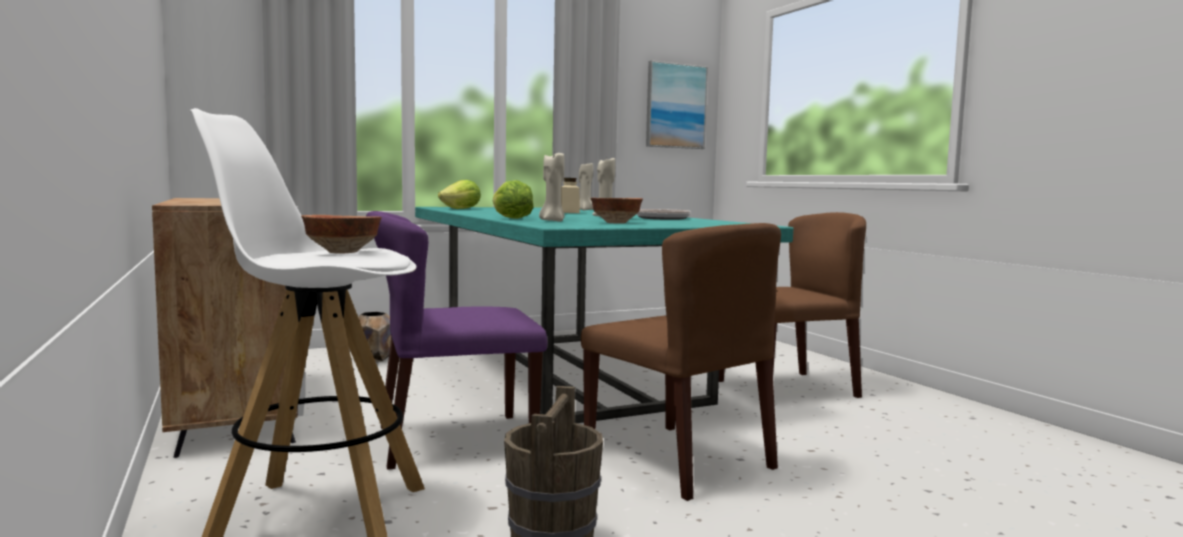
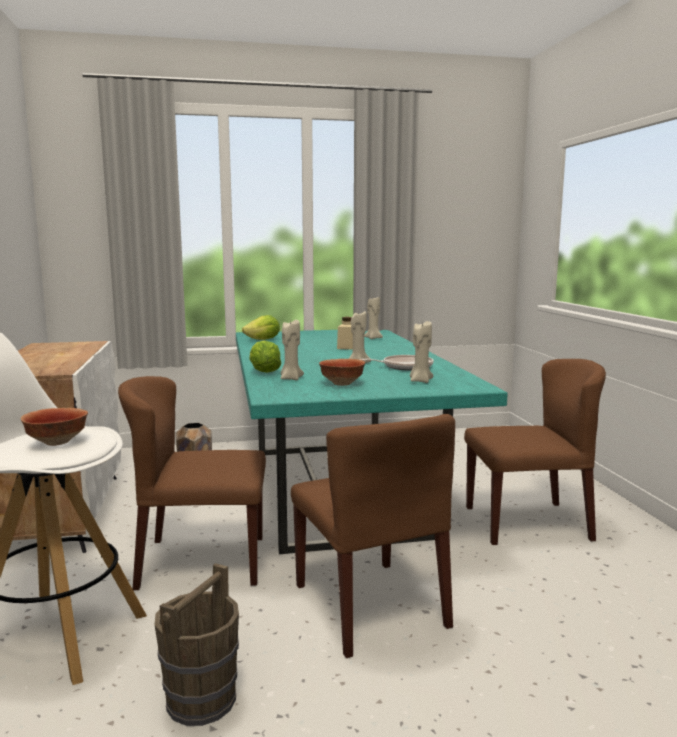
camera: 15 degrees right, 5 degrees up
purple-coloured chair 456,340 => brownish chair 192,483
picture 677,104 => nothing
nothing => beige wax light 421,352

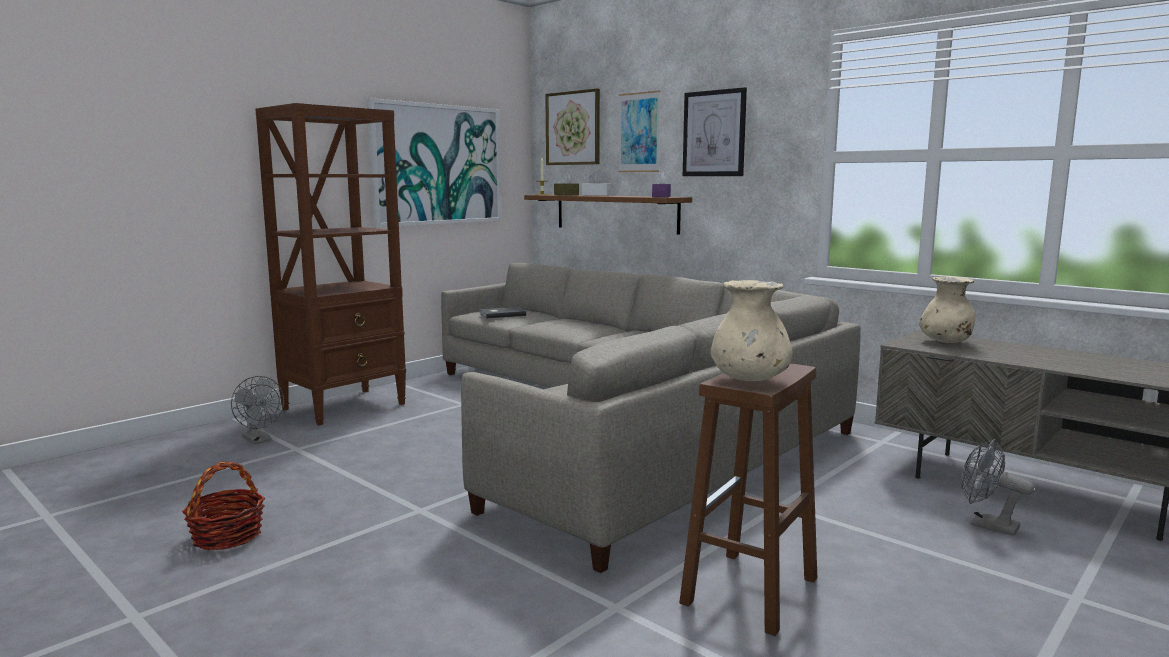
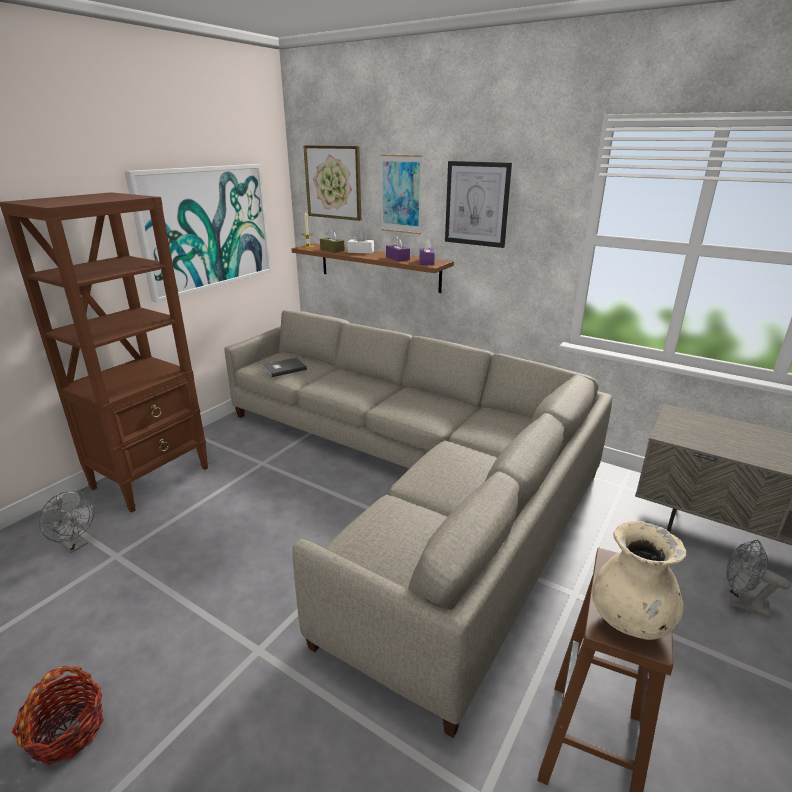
camera: 10 degrees left, 15 degrees up
beige flower vase 947,310 => nothing
nothing => purple-coloured tissue holder 398,248

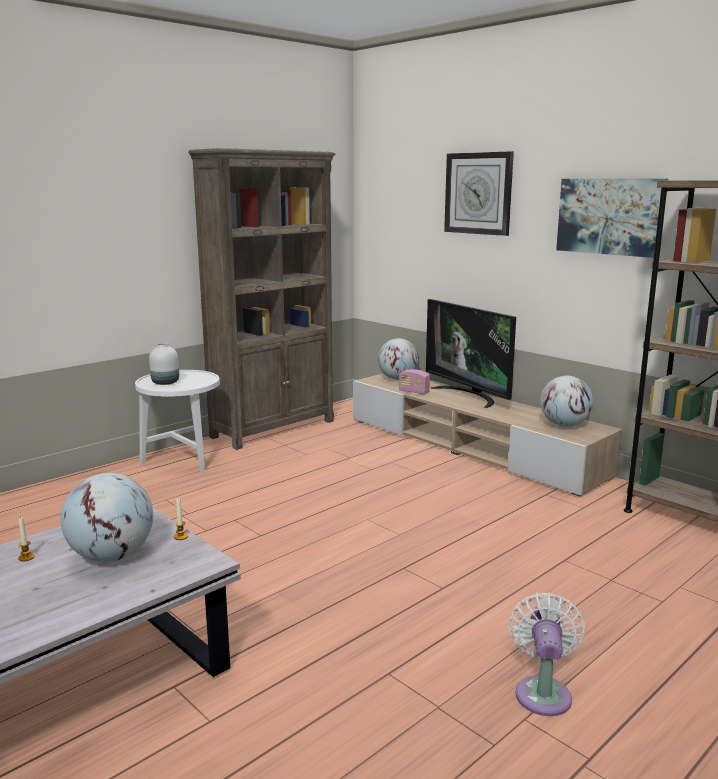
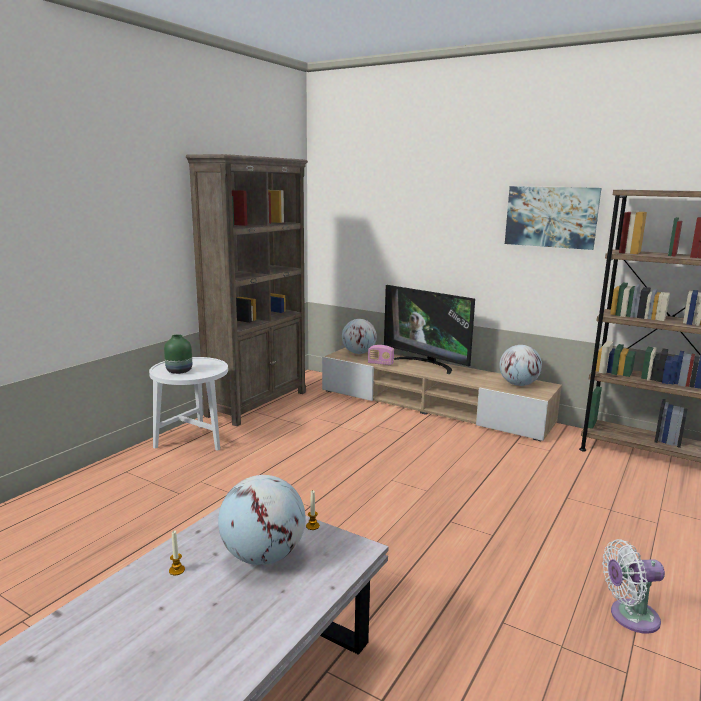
camera: 15 degrees left, 0 degrees up
white flower vase 164,364 => green-coloured flower vase 178,354
wall clock 479,193 => nothing
white cooling fan 546,654 => white cooling fan 633,586, 90 degrees counterclockwise

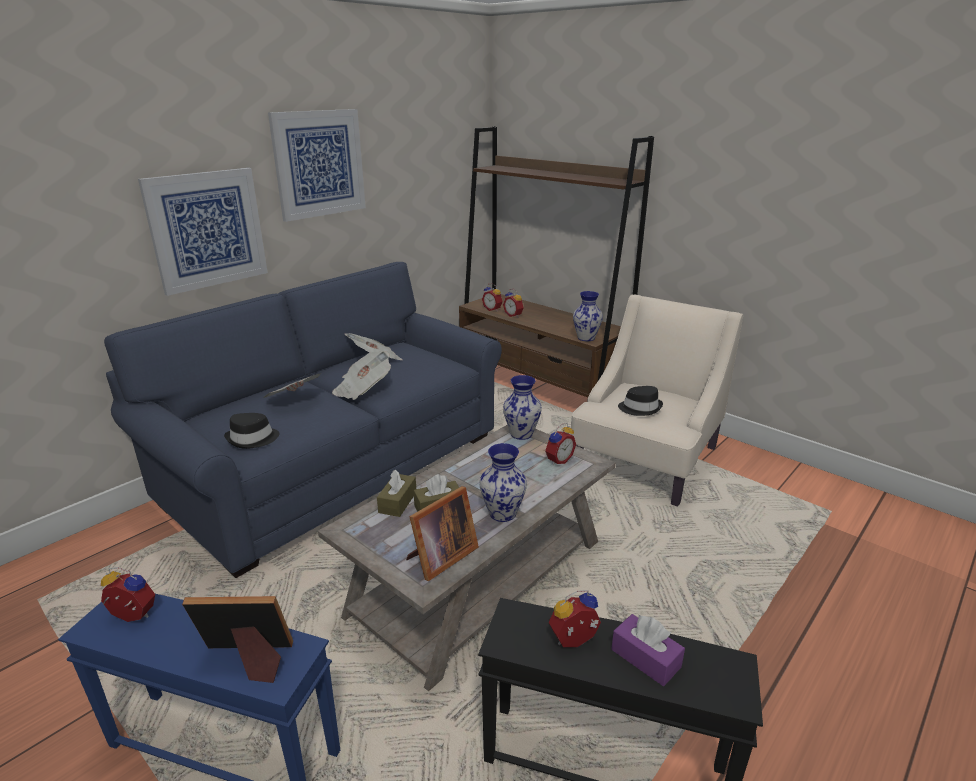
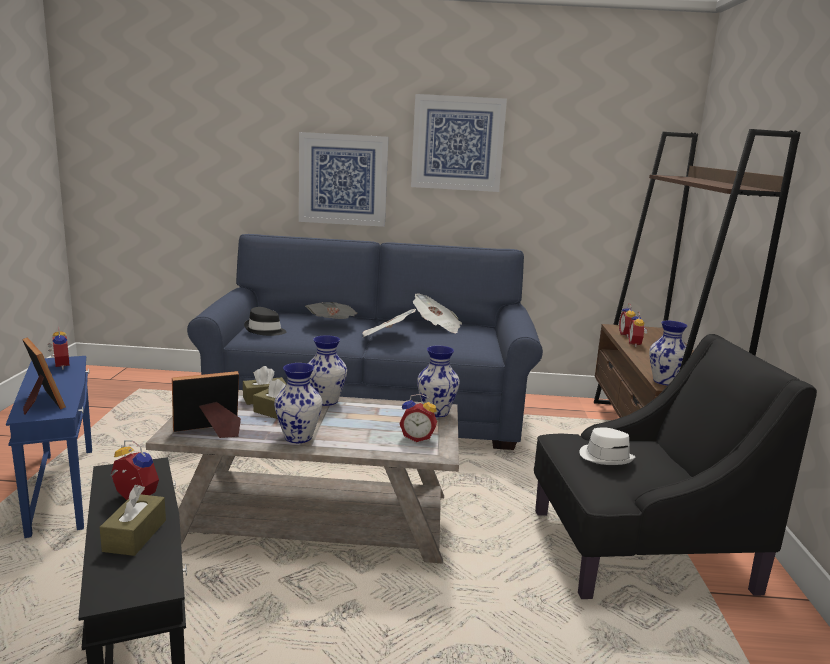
camera: 50 degrees right, 10 degrees down
picture frame 442,533 => picture frame 206,404, 150 degrees clockwise
beige armchair 656,401 => black-coloured armchair 675,466
purple-coloured tissue holder 648,650 => brownish tissue holder 133,520
black-coloured hat 640,401 => white hat 607,446
nothing => flower vase 327,370

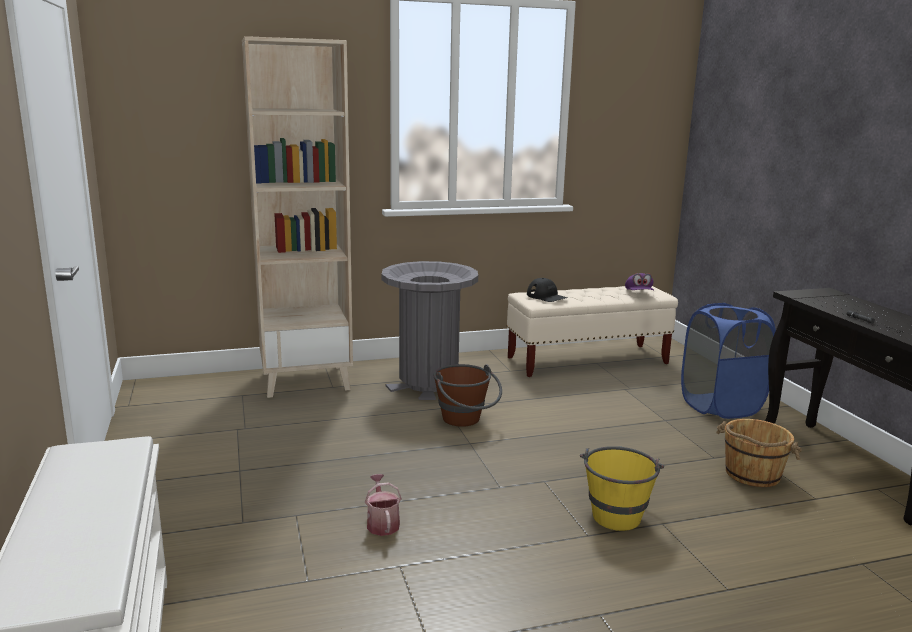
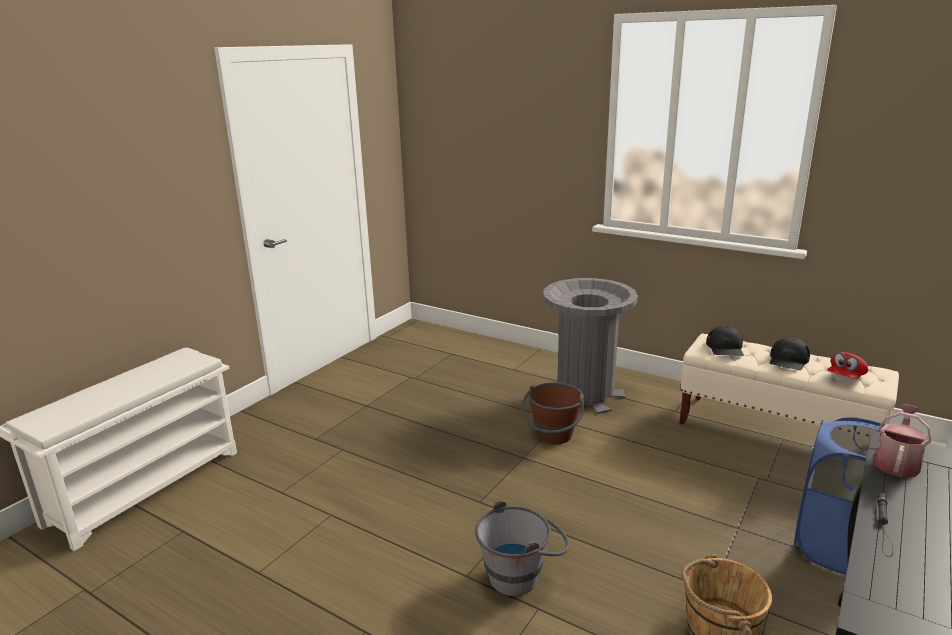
camera: 50 degrees right, 5 degrees up
beige shelving unit 297,217 => nothing
sprinkling can 383,505 => sprinkling can 902,441, move
yellow-coloured pail 622,488 => greyish pail 522,548
purple-coloured peaked cap 639,281 => reddish peaked cap 848,365
nothing => black-coloured peaked cap 790,353

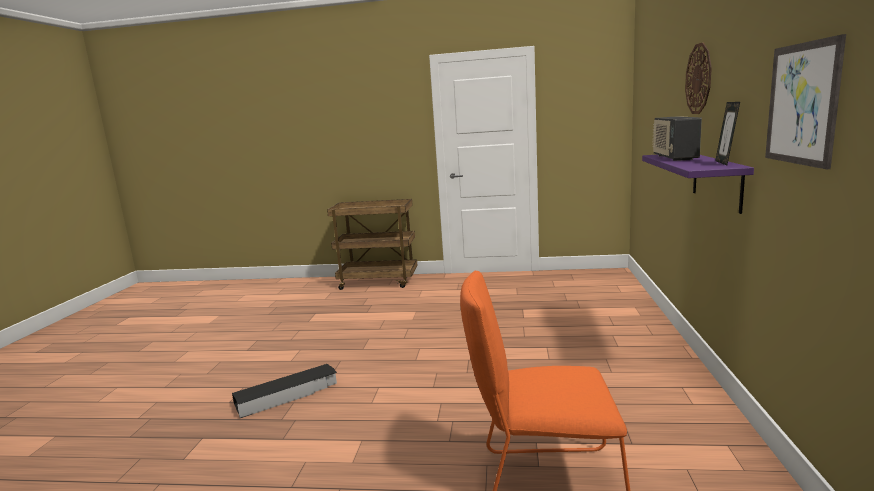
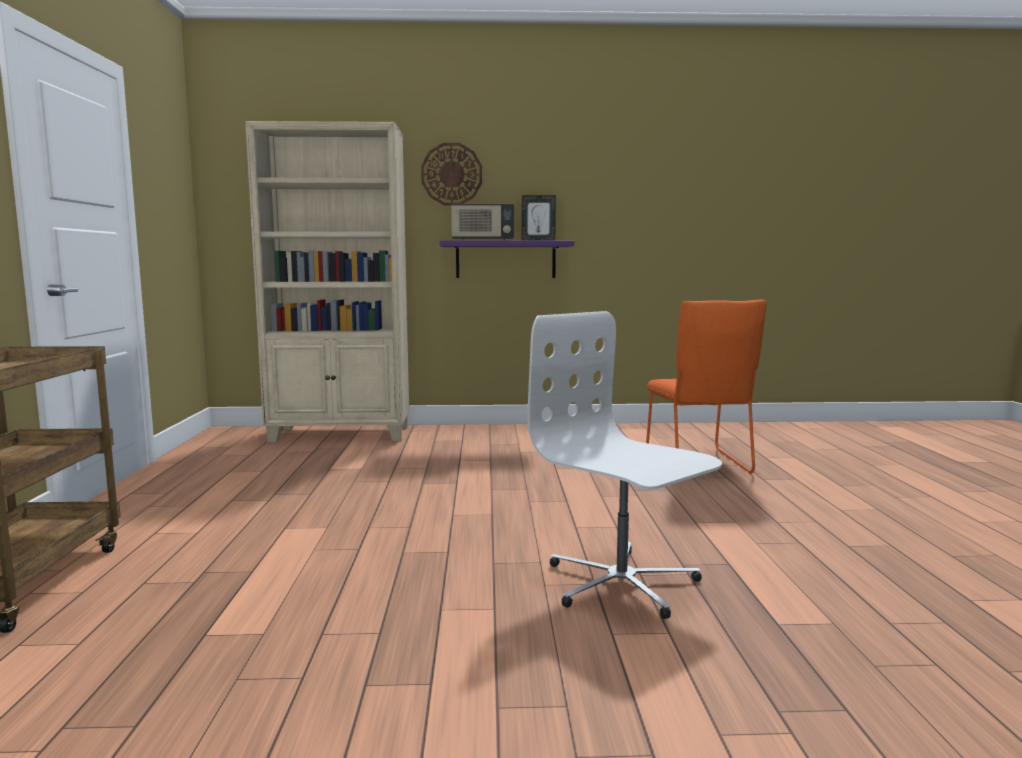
camera: 100 degrees left, 5 degrees down
black-coloured storage box 284,391 => white computer chair 625,465
picture 805,101 => nothing
nothing => beige shelving unit 327,282

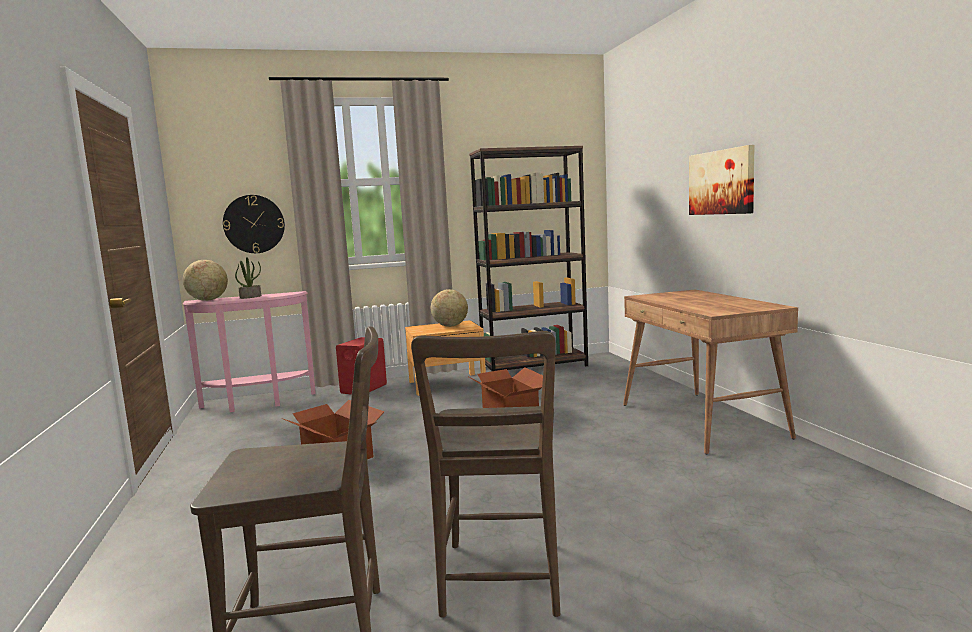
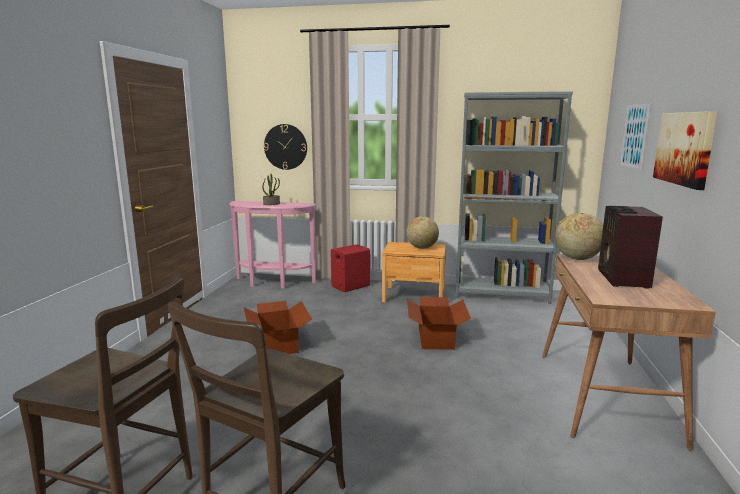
camera: 25 degrees right, 5 degrees up
desk globe 205,280 => desk globe 579,236, move
brownish shelving unit 528,258 => greyish shelving unit 514,197
nothing => radio receiver 630,247
nothing => picture 635,137

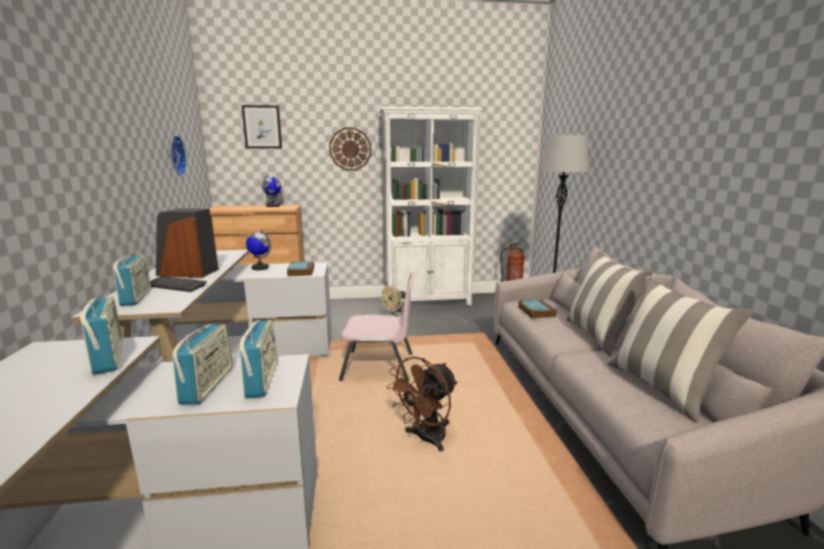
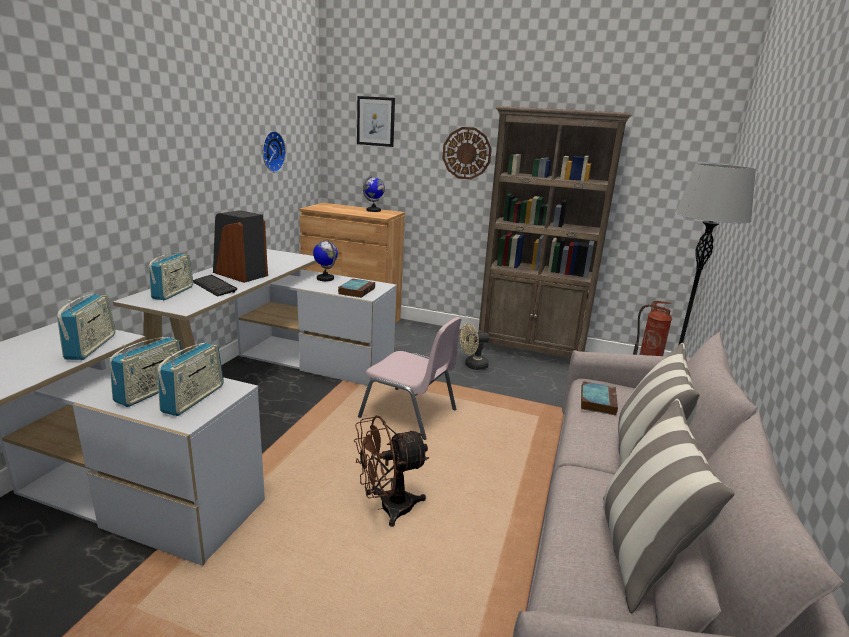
camera: 25 degrees right, 5 degrees up
white shelving unit 431,207 => brownish shelving unit 554,232

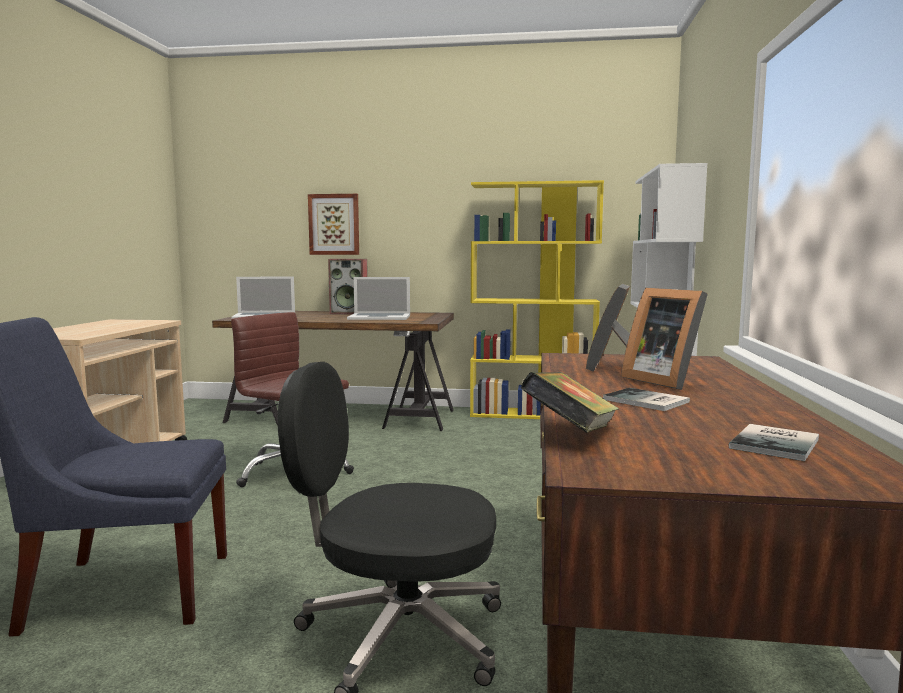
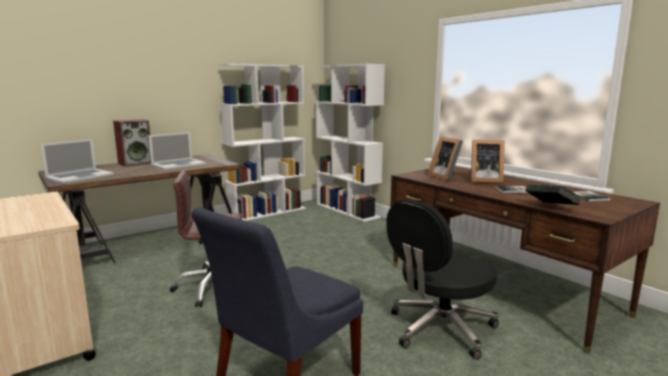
camera: 45 degrees left, 5 degrees up
picture 333,224 => nothing
yellow-coloured shelving unit 537,299 => white shelving unit 262,142

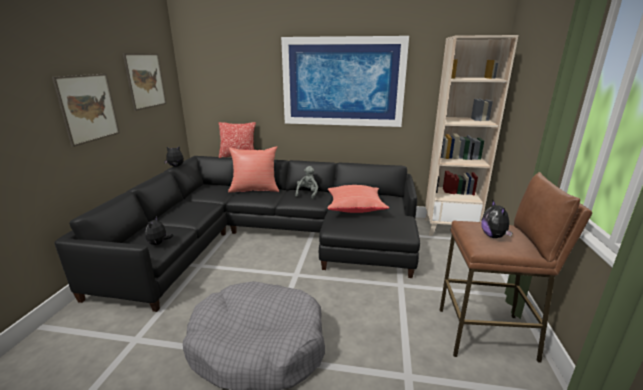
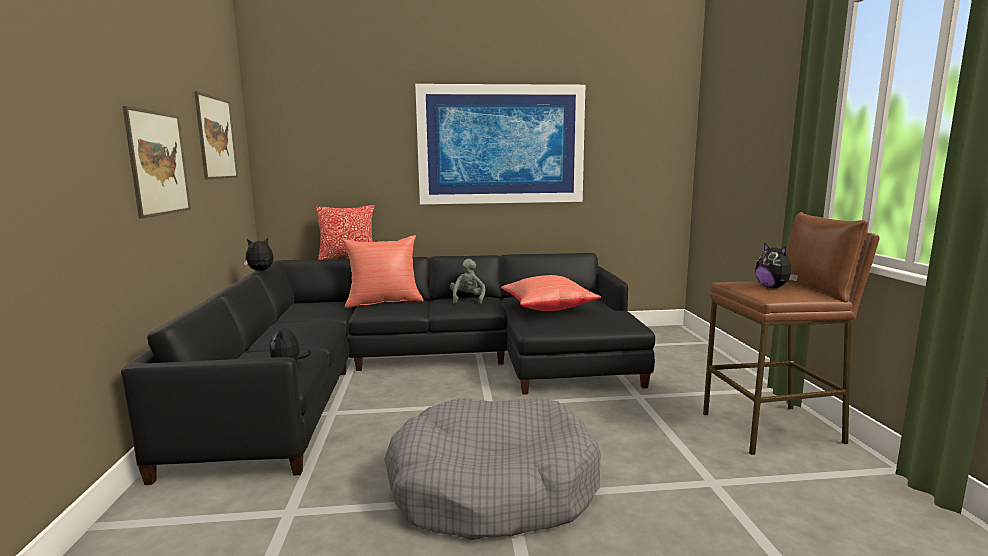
camera: 15 degrees left, 10 degrees down
beige shelving unit 472,135 => nothing

